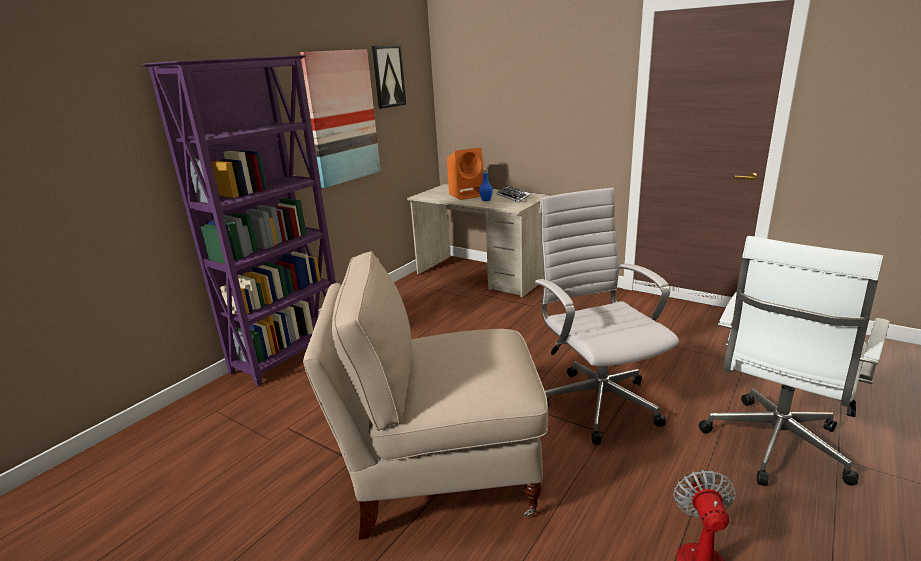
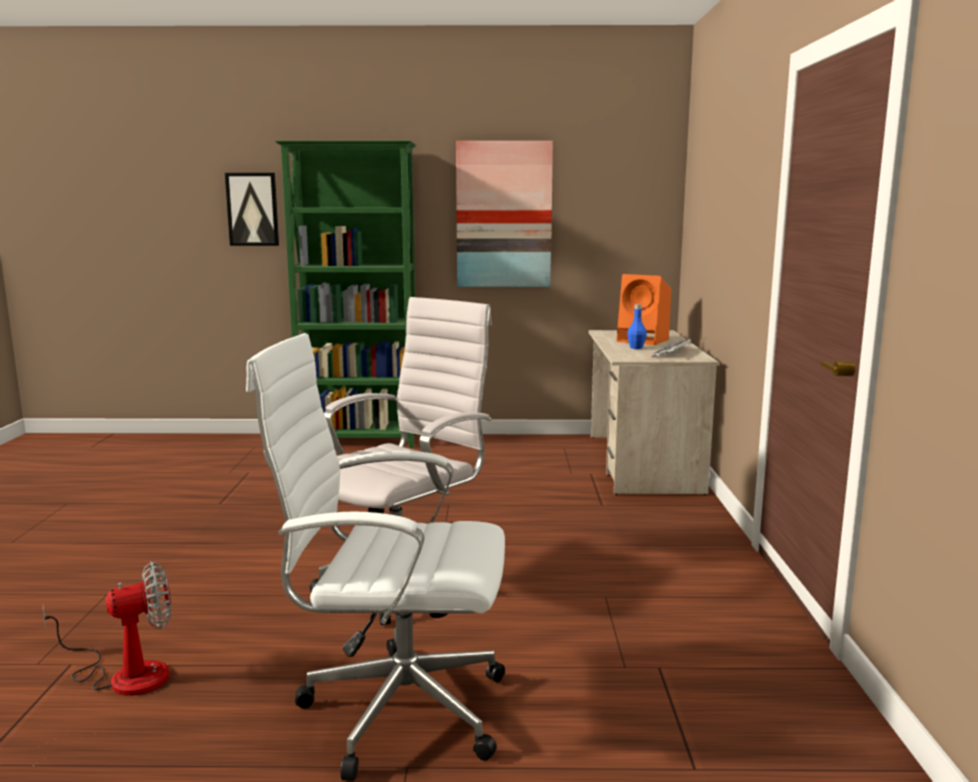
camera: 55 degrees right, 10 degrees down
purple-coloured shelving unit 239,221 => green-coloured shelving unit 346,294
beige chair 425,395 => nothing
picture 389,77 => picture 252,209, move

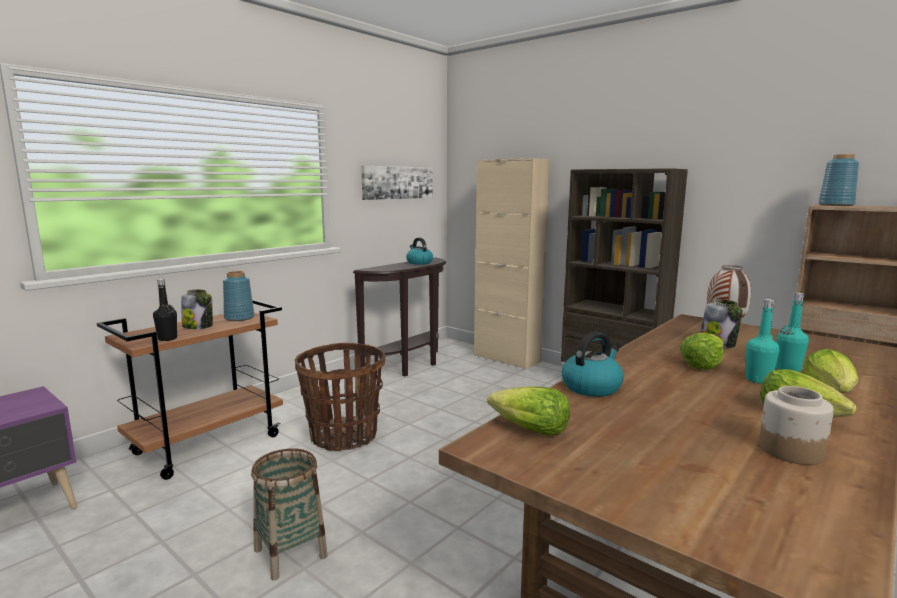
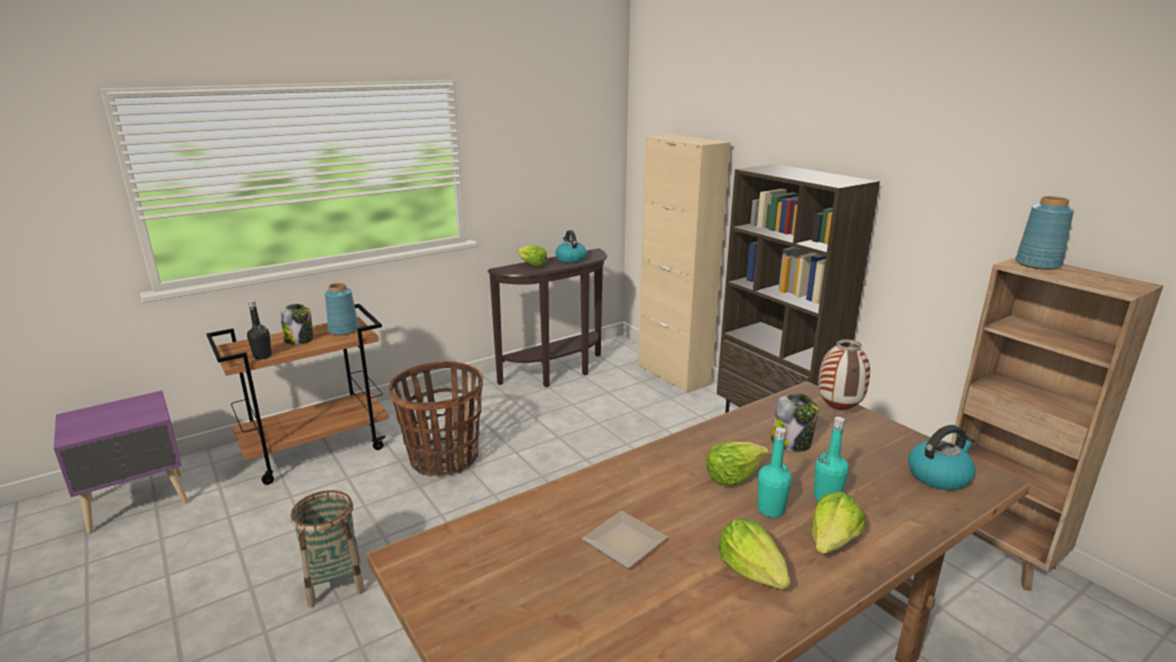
camera: 15 degrees right, 10 degrees up
picture 397,183 => nothing
head of lettuce 528,411 => head of lettuce 533,256, move
water kettle 593,364 => water kettle 941,457, move
preserve jar 796,425 => nothing
nothing => dinner plate 625,540

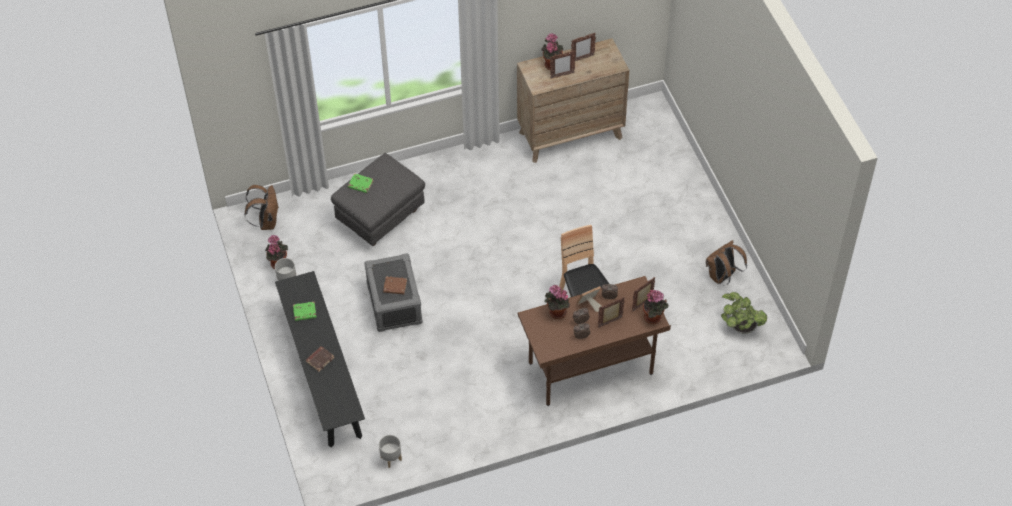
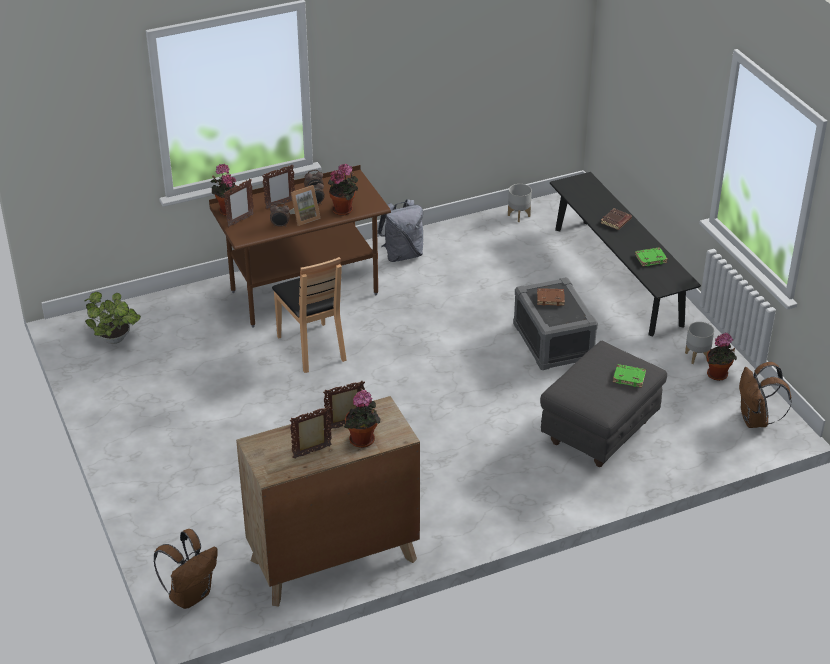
camera: 175 degrees right, 15 degrees down
brownish backpack 726,262 => brownish backpack 185,569, move
nothing => greyish backpack 400,230

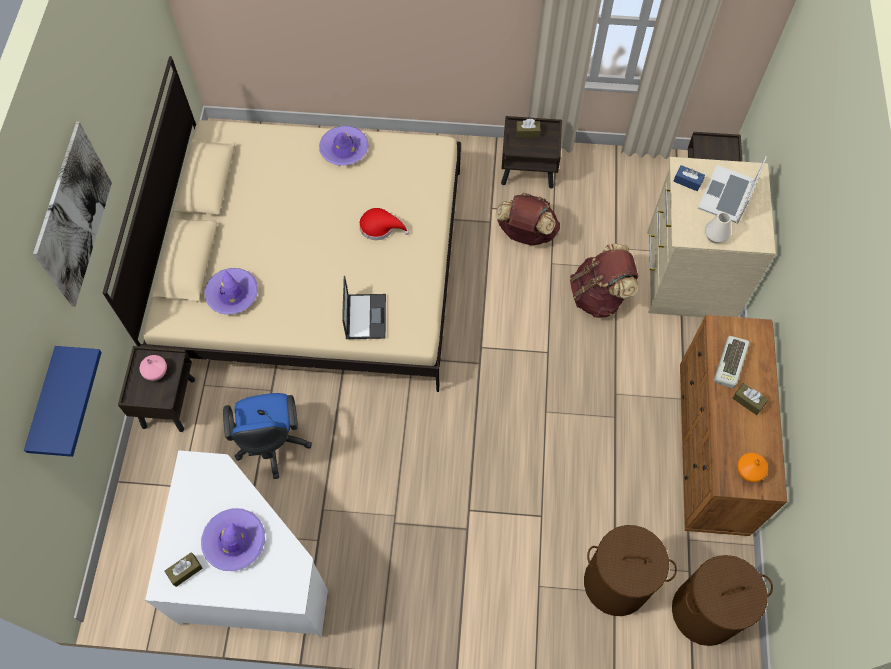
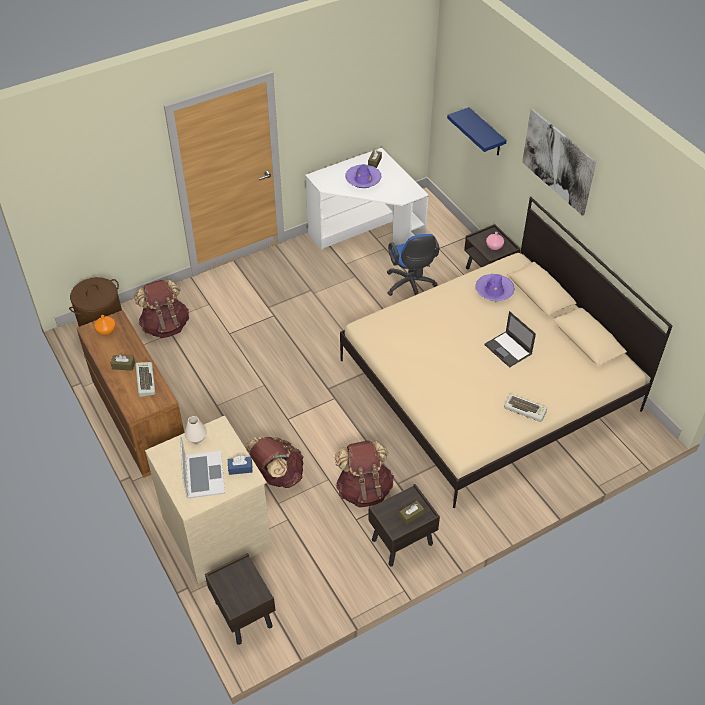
camera: 145 degrees right, 15 degrees down
blue-coloured computer chair 267,436 => blue-coloured computer chair 413,265, 150 degrees counterclockwise
purple-coloured hat 343,146 => keyboard 525,408
portable computer 364,307 => portable computer 510,339, move
reddish hat 384,224 => nothing
brownish washing basket 630,570 => brownish backpack 161,308

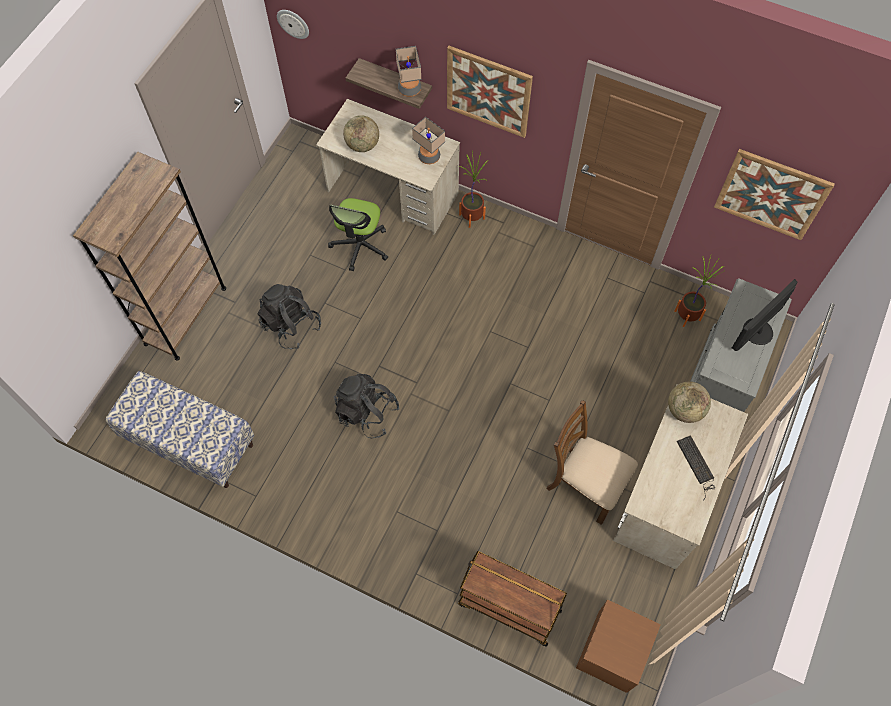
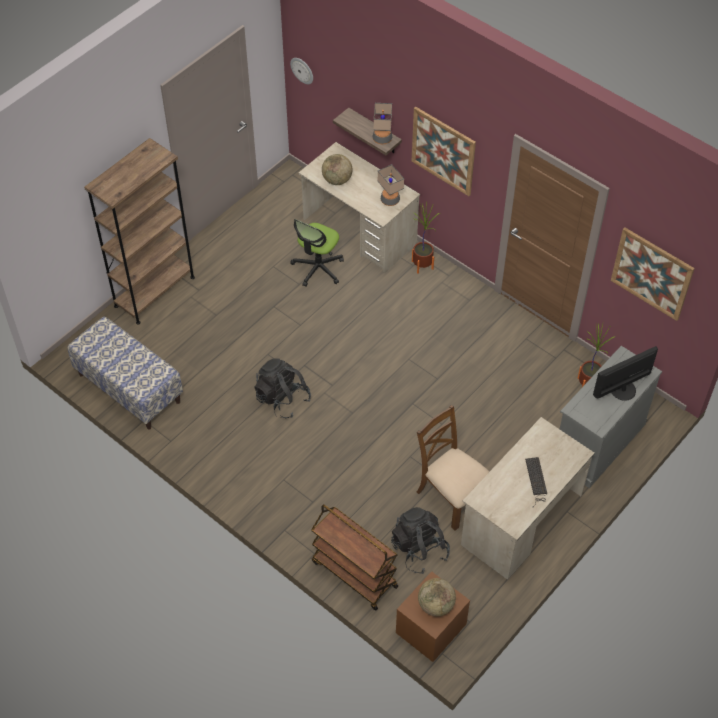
camera: 15 degrees right, 10 degrees down
black-coloured backpack 289,316 => black-coloured backpack 420,540, move
desk globe 689,402 => desk globe 437,597, move

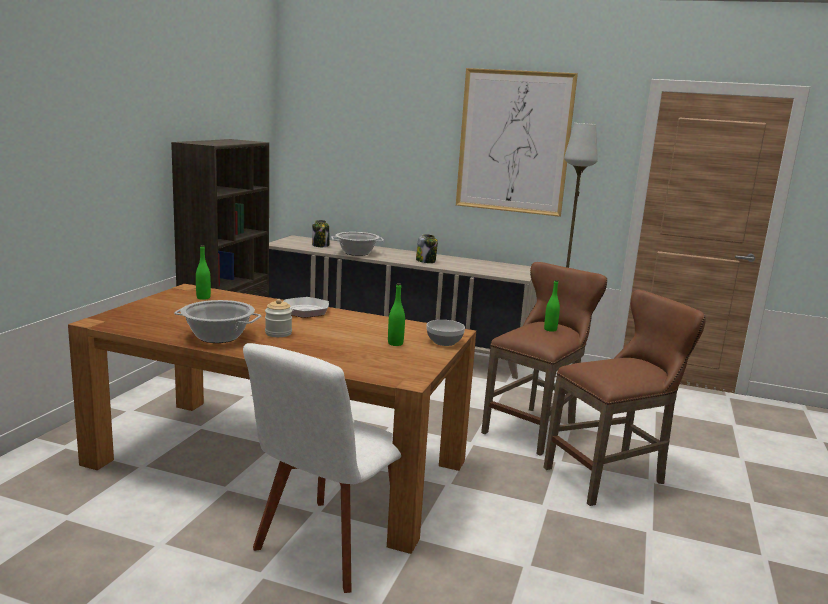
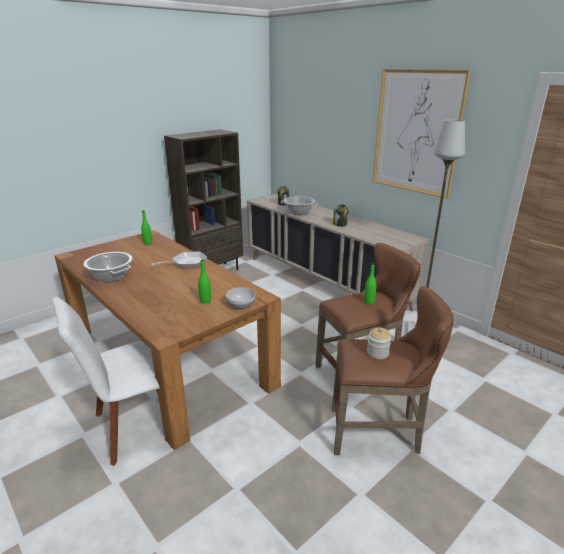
camera: 30 degrees right, 10 degrees up
preserve jar 278,318 => preserve jar 379,343, move

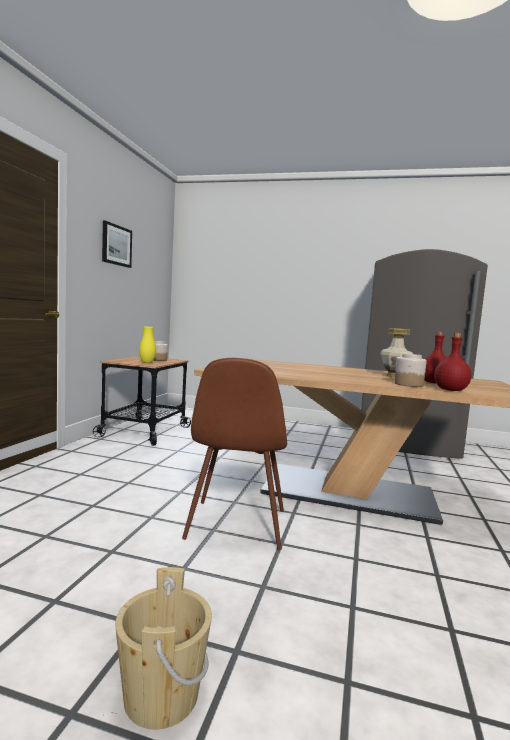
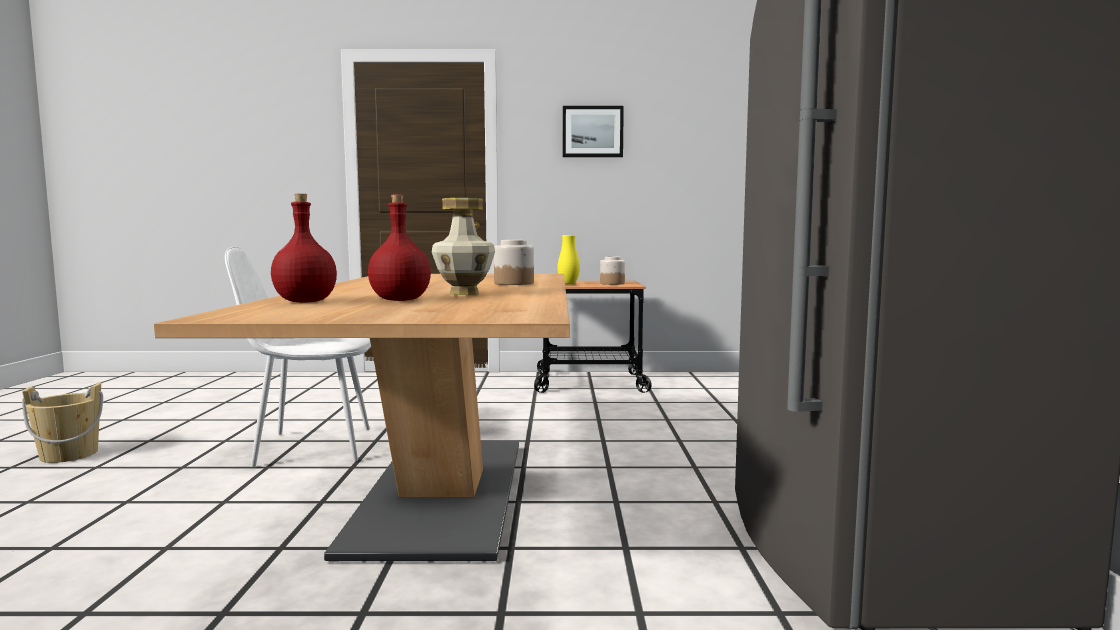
camera: 75 degrees right, 0 degrees up
brownish chair 234,454 => white chair 298,356
preserve jar 410,370 => preserve jar 514,262, move

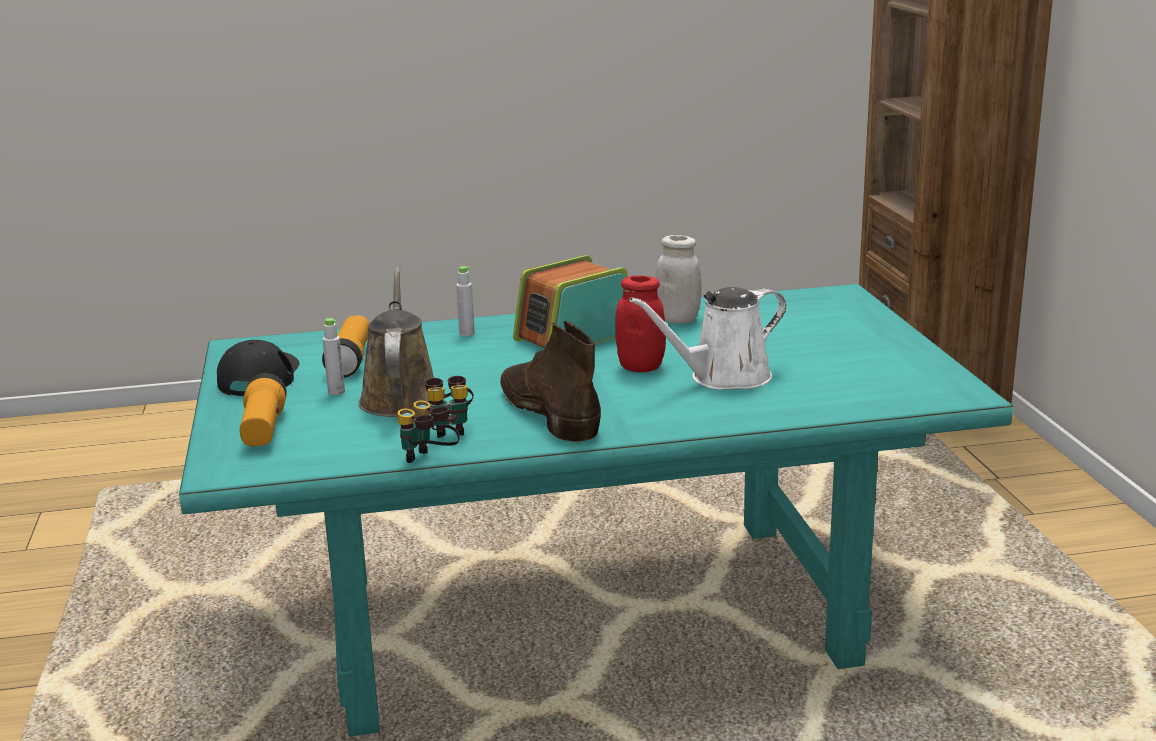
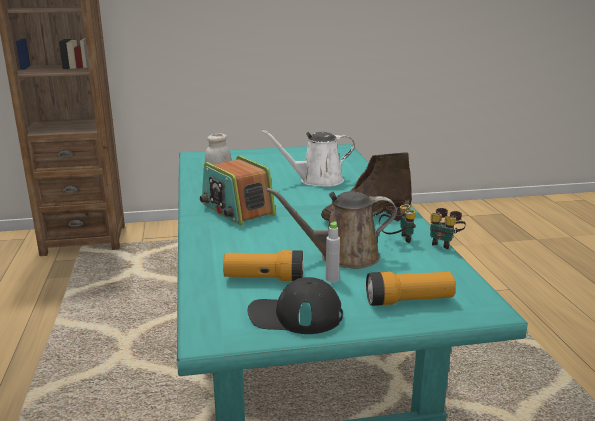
camera: 90 degrees left, 0 degrees up
greyish drink bottle 465,301 => nothing
reddish preserve jar 640,323 => nothing
white sprinkling can 708,338 => white sprinkling can 308,158, 105 degrees clockwise

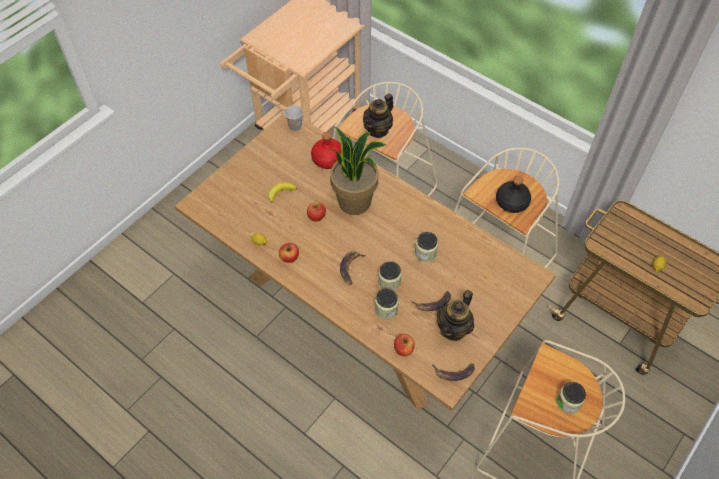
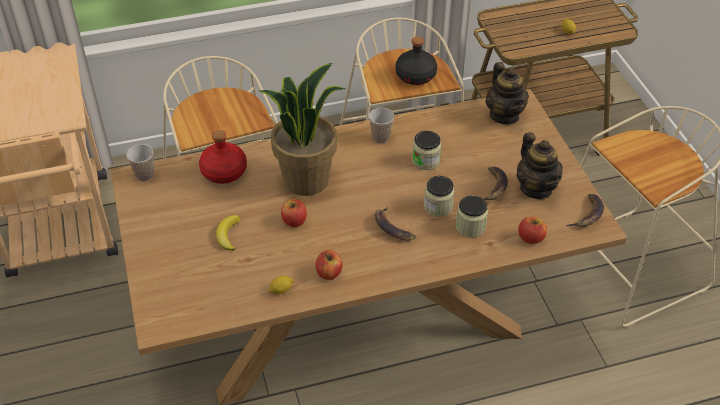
camera: 55 degrees left, 10 degrees down
teapot 378,116 => teapot 507,93, move
preserve jar 571,398 => nothing
nothing => small cup 381,125

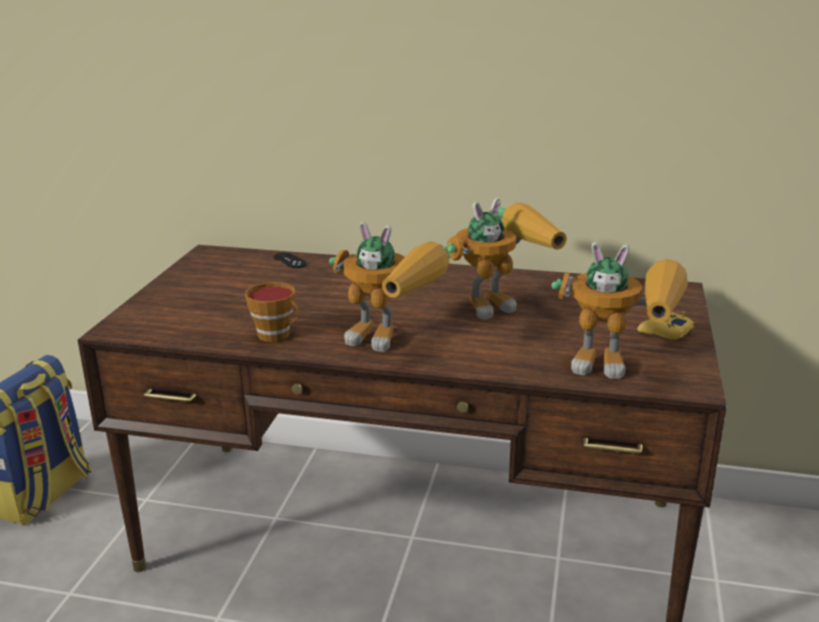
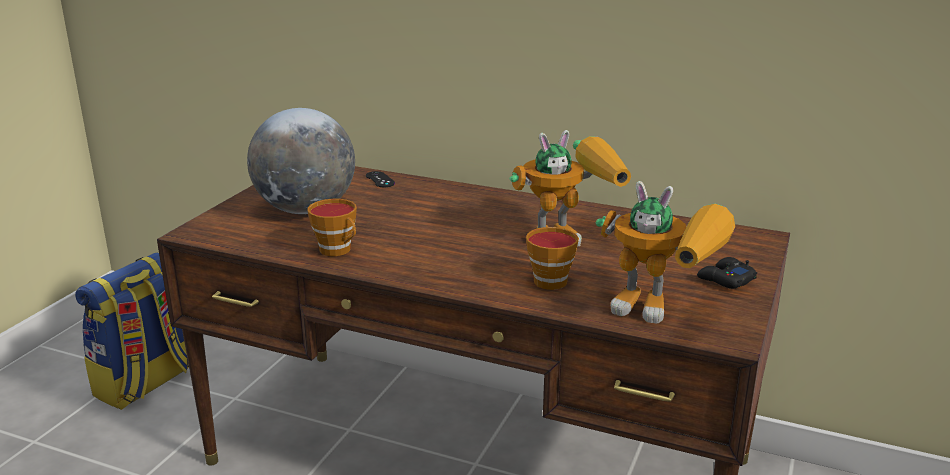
camera: 10 degrees right, 0 degrees up
model robot 389,287 => nothing
yellow-coloured gamepad 665,325 => black-coloured gamepad 727,273
nothing => desk globe 301,161
nothing => small cup 552,258

